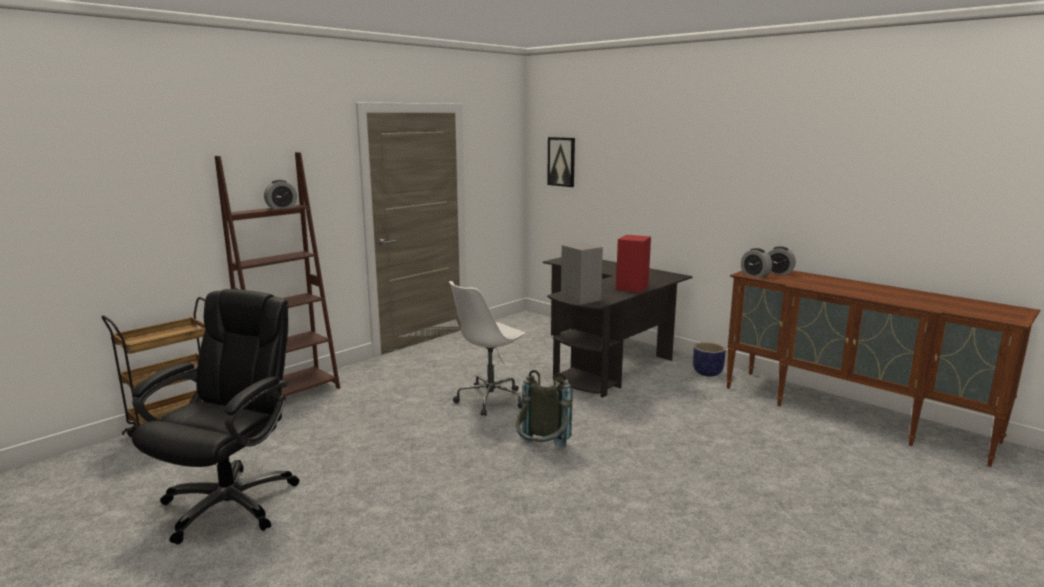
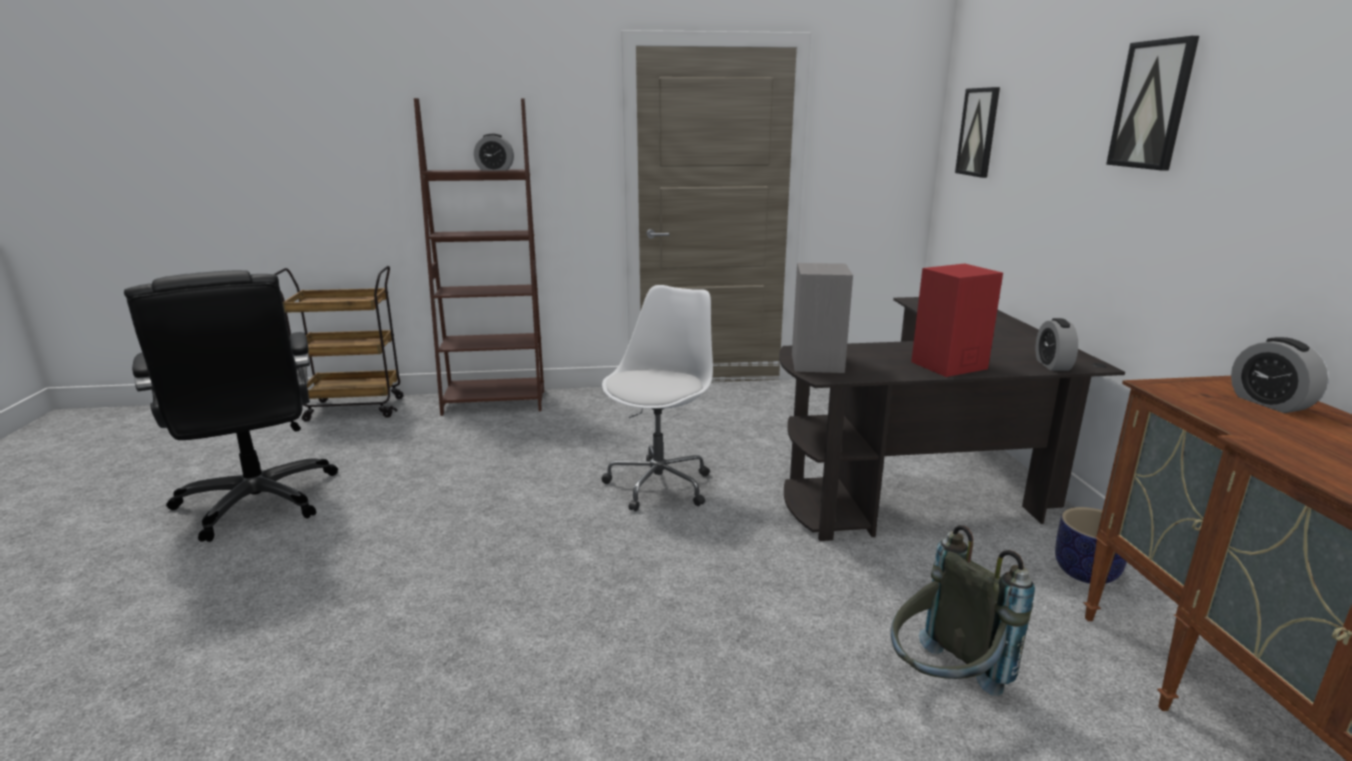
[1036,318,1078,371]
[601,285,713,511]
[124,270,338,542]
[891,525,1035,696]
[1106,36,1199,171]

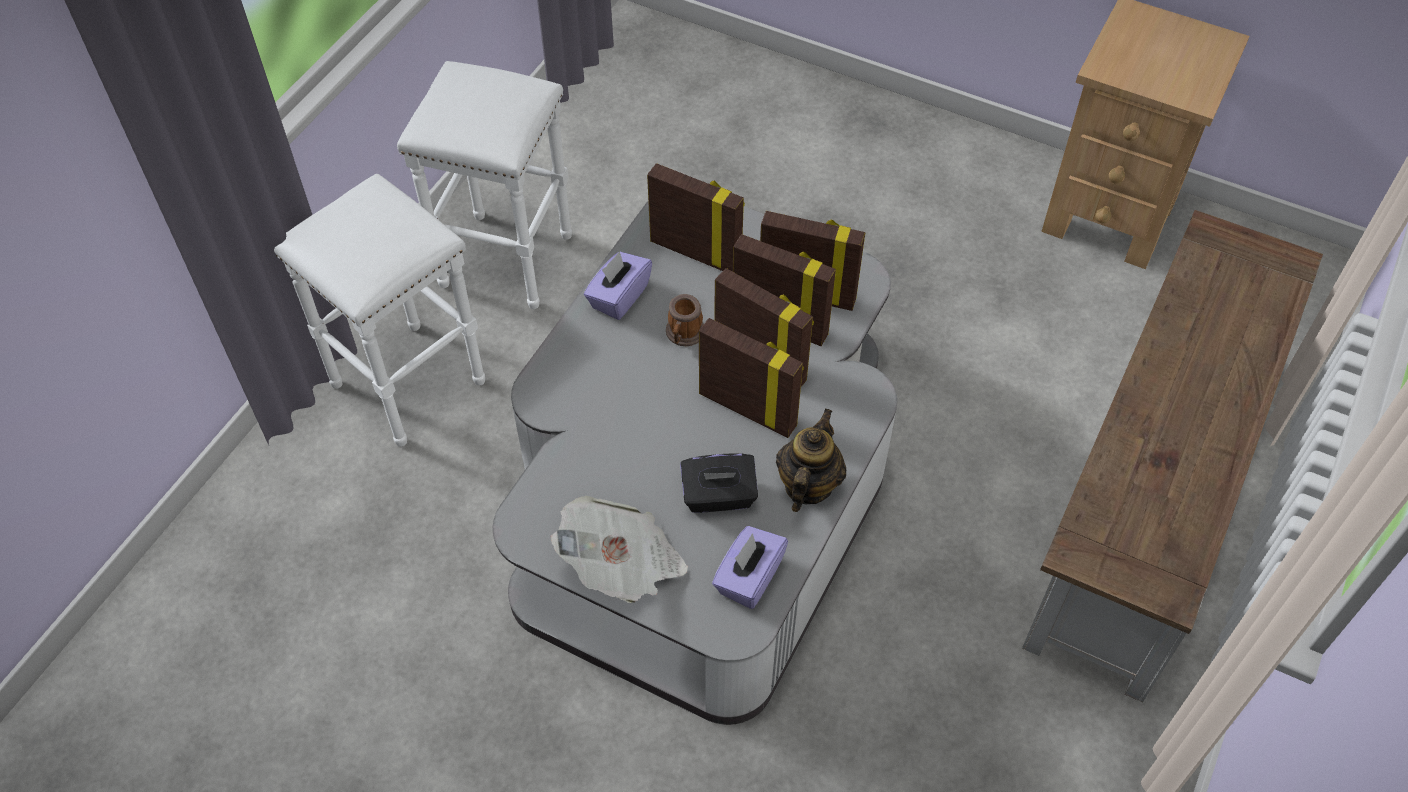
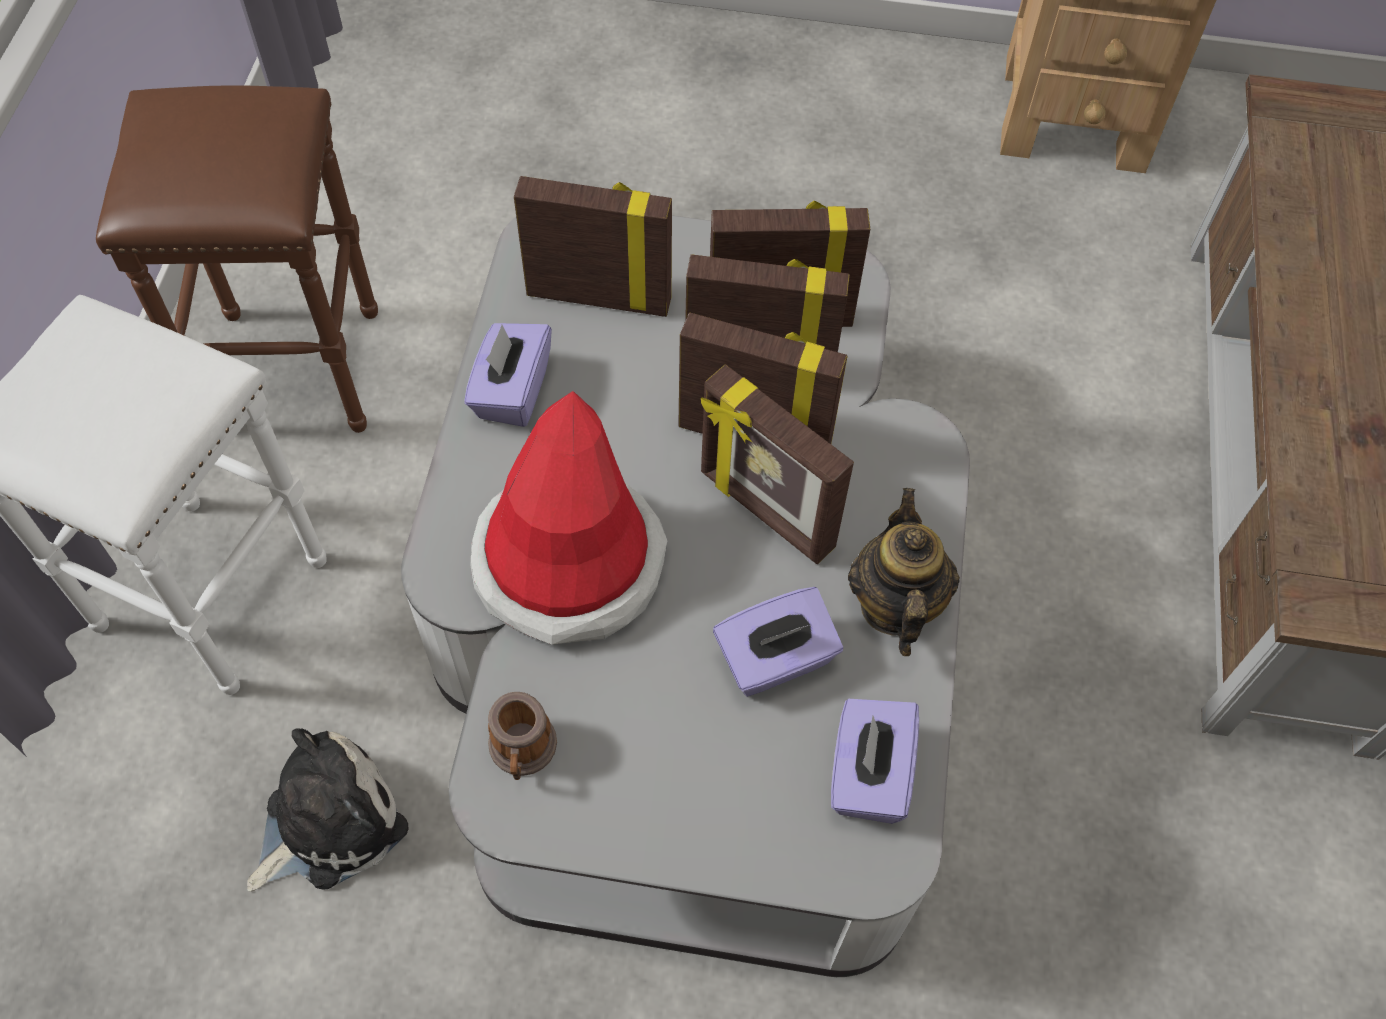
[96,85,378,433]
[488,692,557,780]
[701,364,854,564]
[713,587,843,697]
[550,496,688,603] (first image)
[471,391,667,645]
[247,728,409,892]

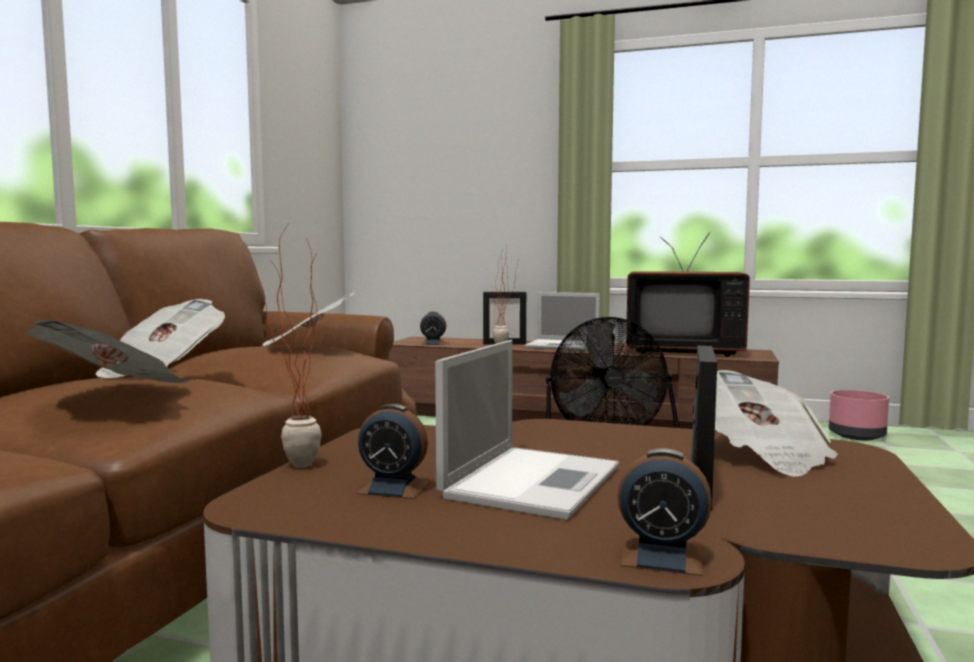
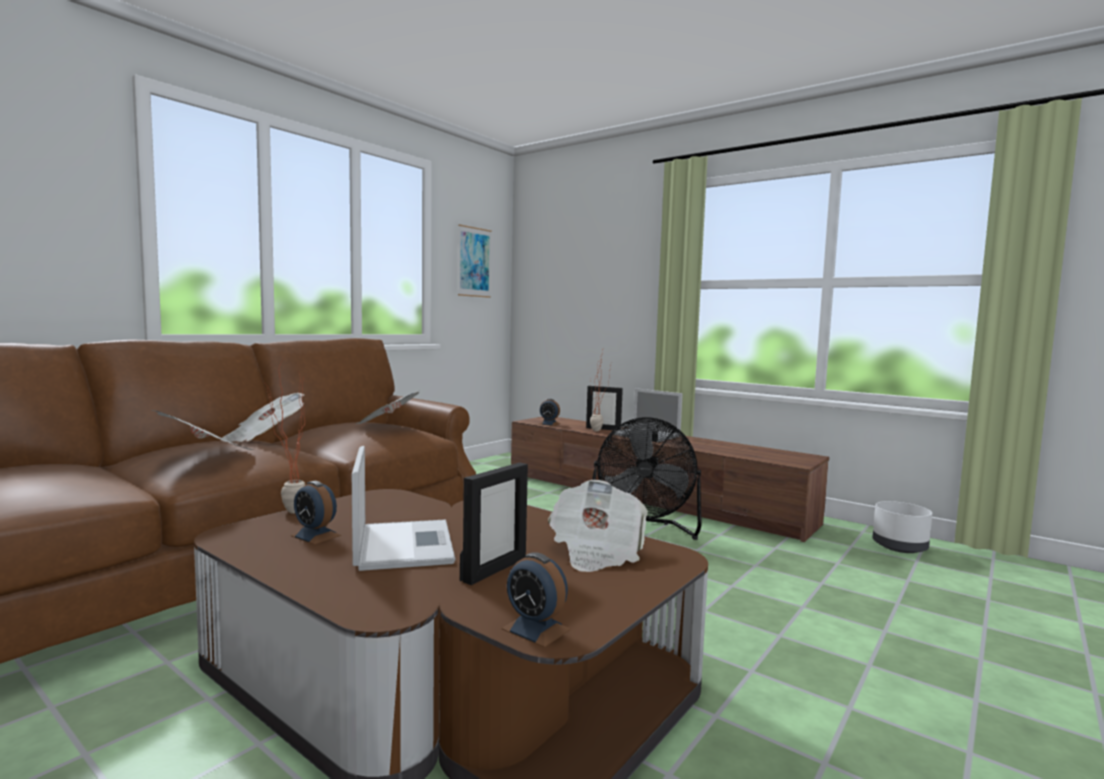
[626,232,750,357] (first image)
[352,446,455,571]
[873,501,932,553]
[501,552,571,648]
[458,224,492,298]

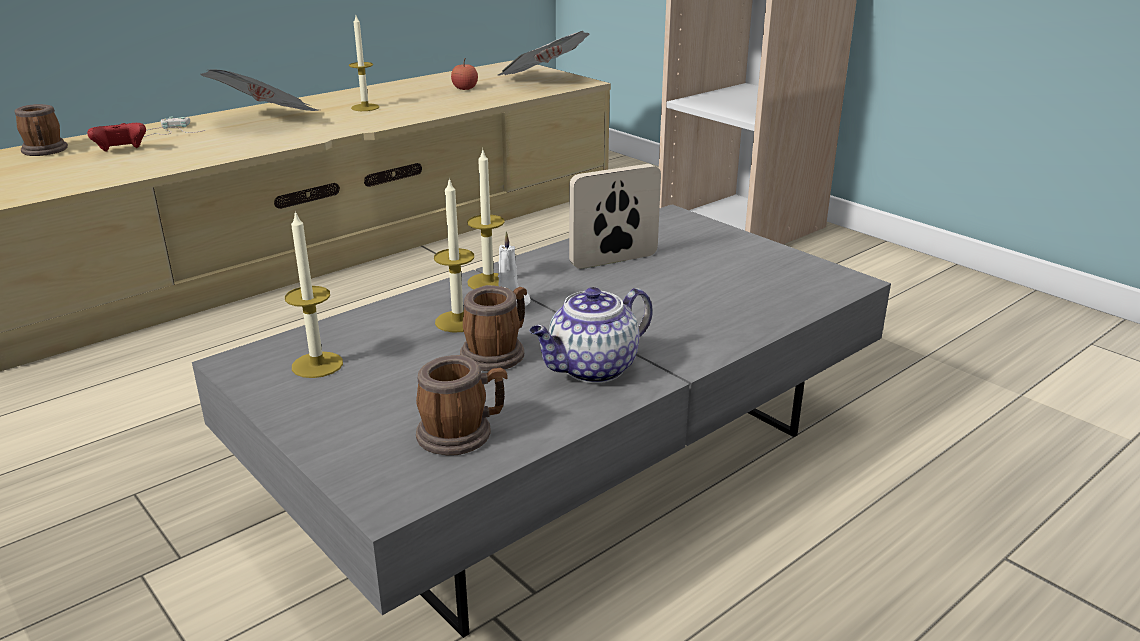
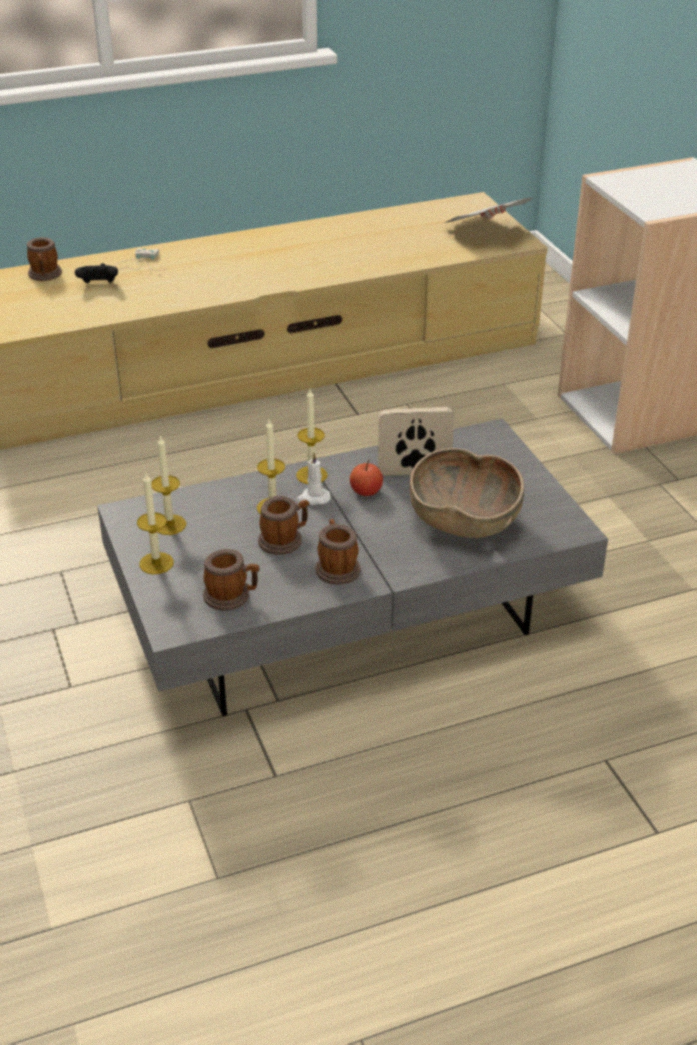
[137,473,174,574]
[350,460,383,496]
[200,70,318,111] (first image)
[75,263,118,283]
[316,519,361,585]
[410,448,524,538]

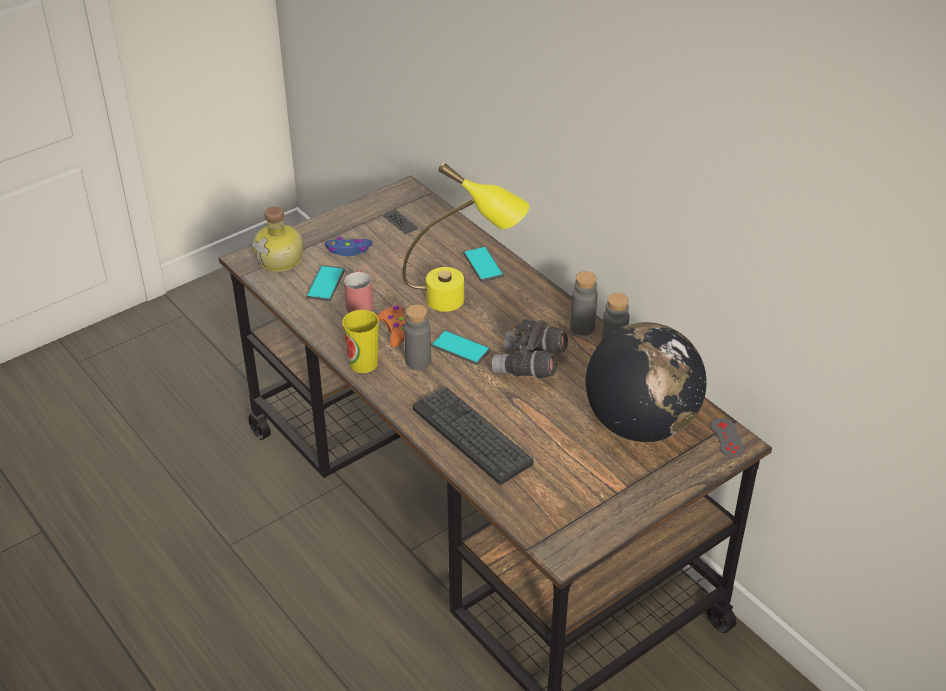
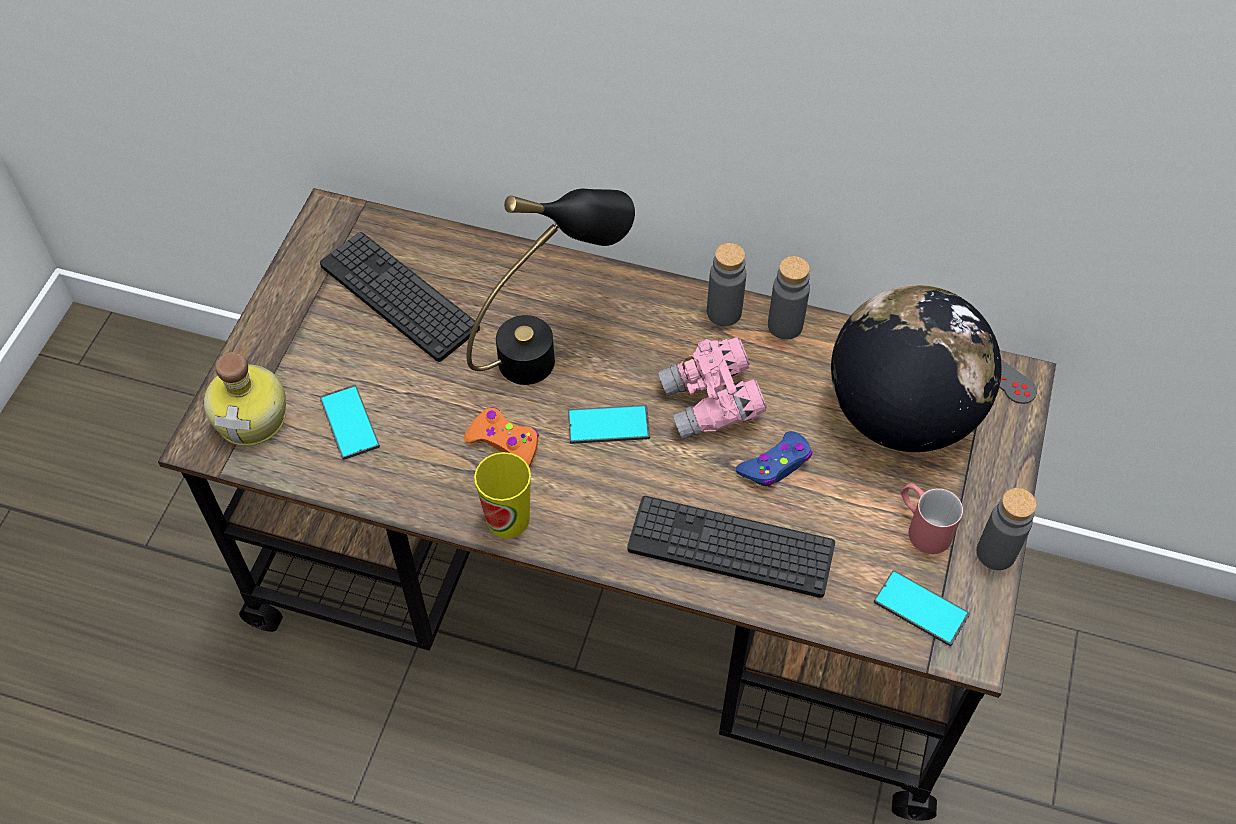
[467,189,635,385]
[736,431,812,487]
[874,570,970,646]
[900,483,963,554]
[977,488,1037,570]
[658,337,767,440]
[320,232,480,362]

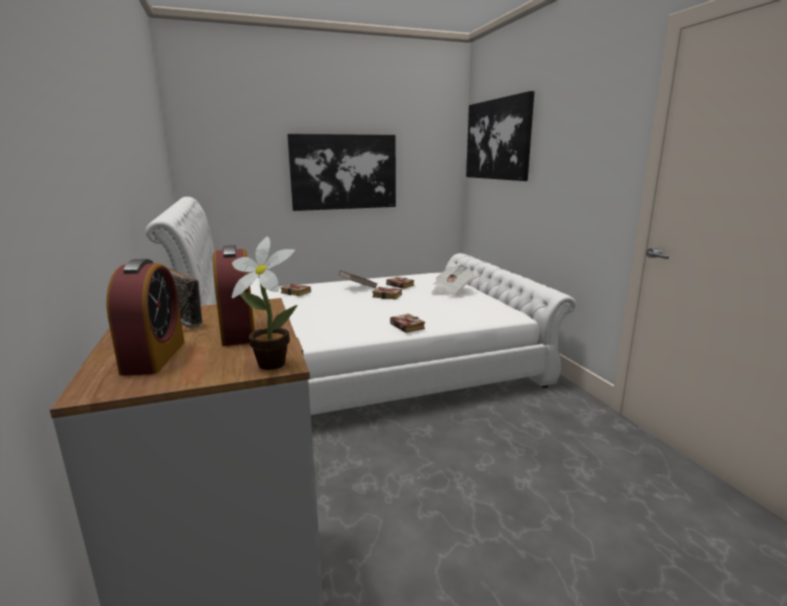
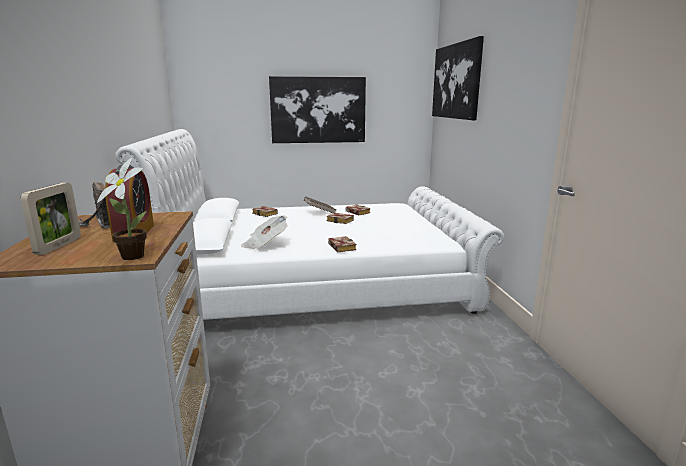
[21,183,81,255]
[241,215,288,249]

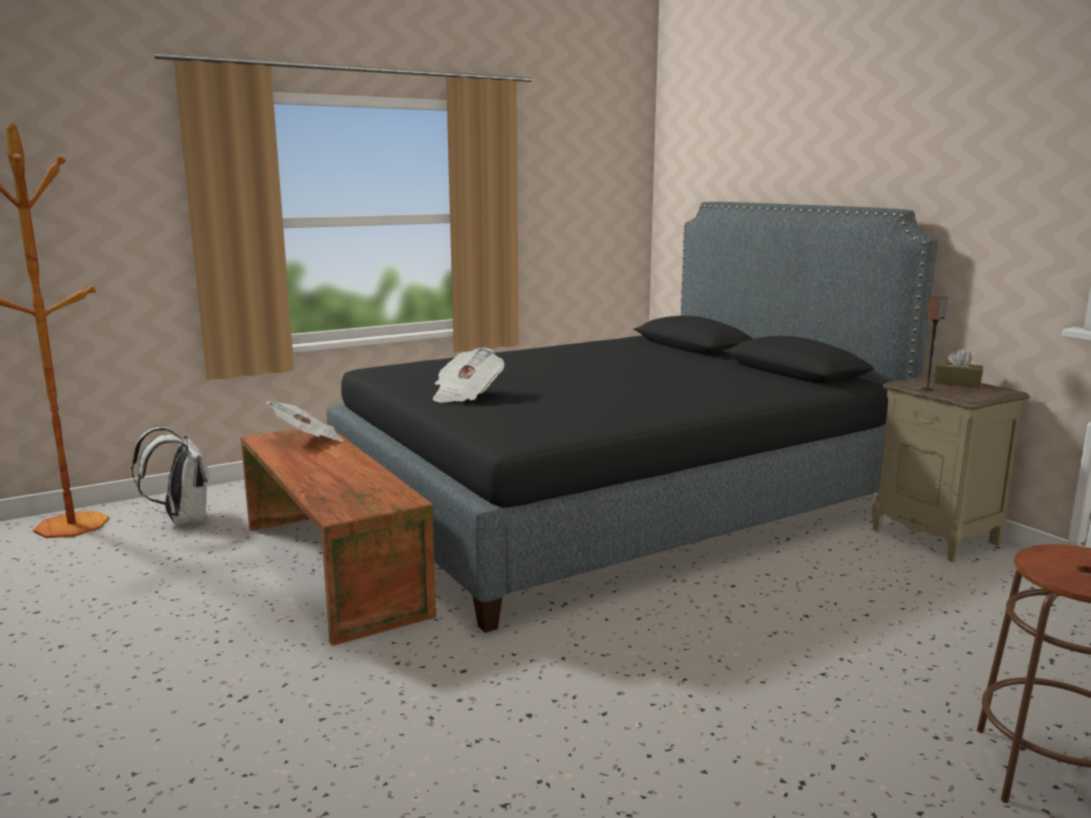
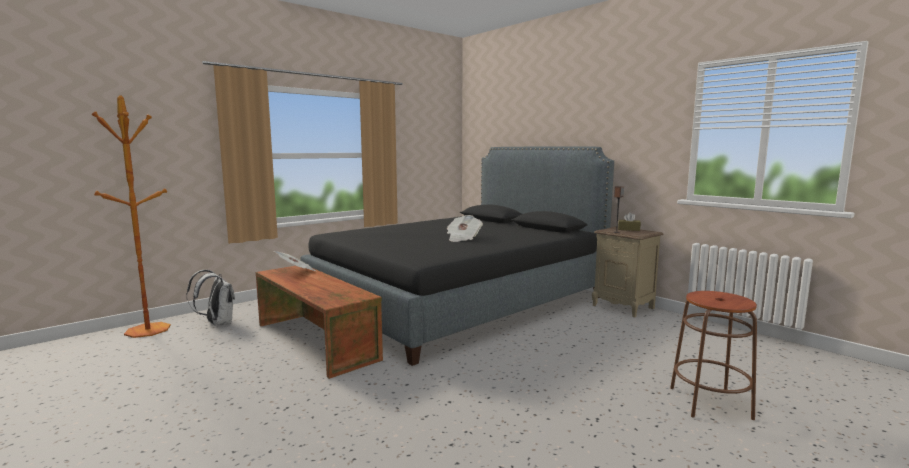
[447,215,483,242]

